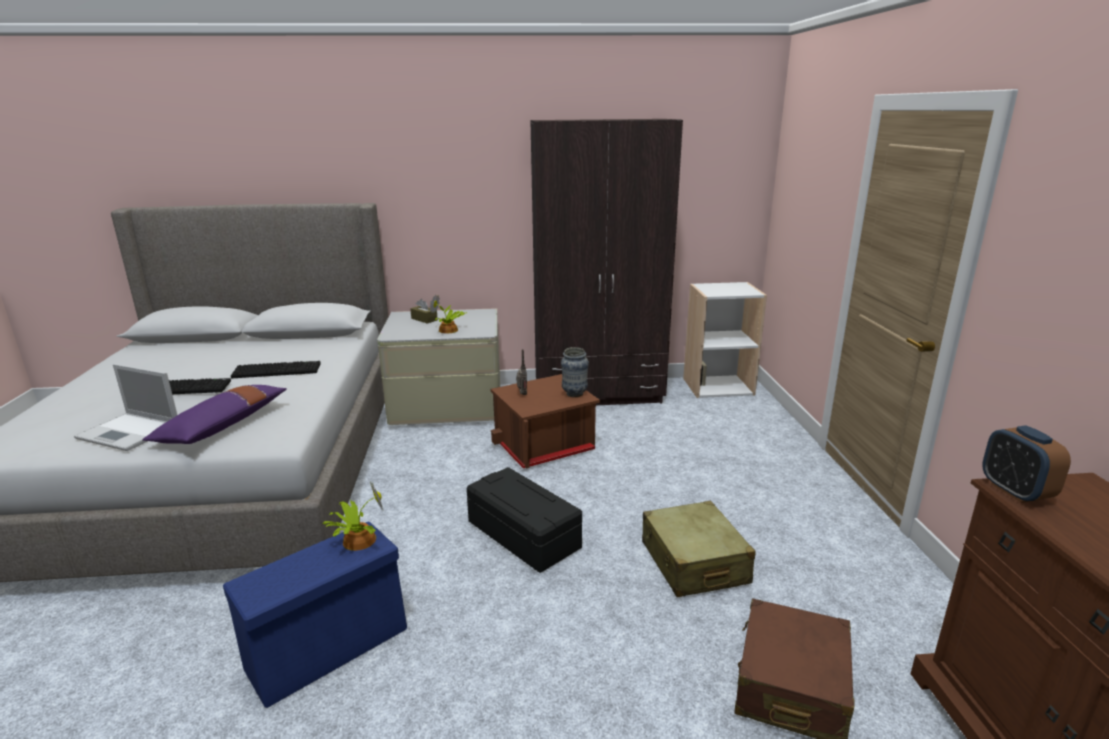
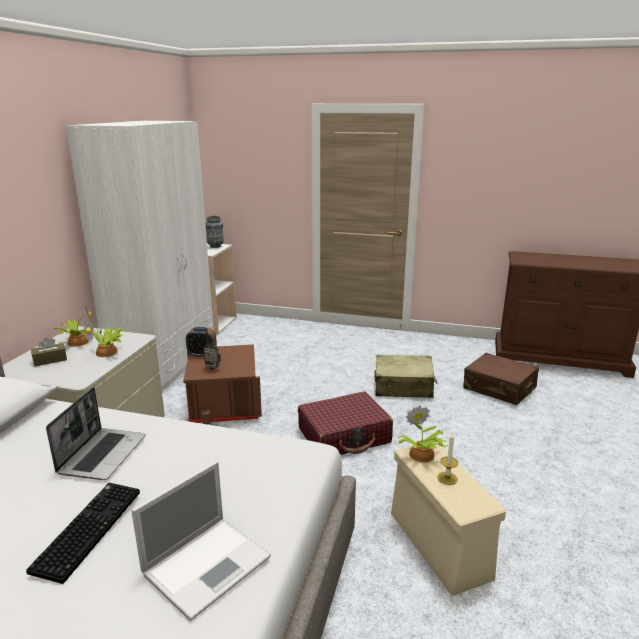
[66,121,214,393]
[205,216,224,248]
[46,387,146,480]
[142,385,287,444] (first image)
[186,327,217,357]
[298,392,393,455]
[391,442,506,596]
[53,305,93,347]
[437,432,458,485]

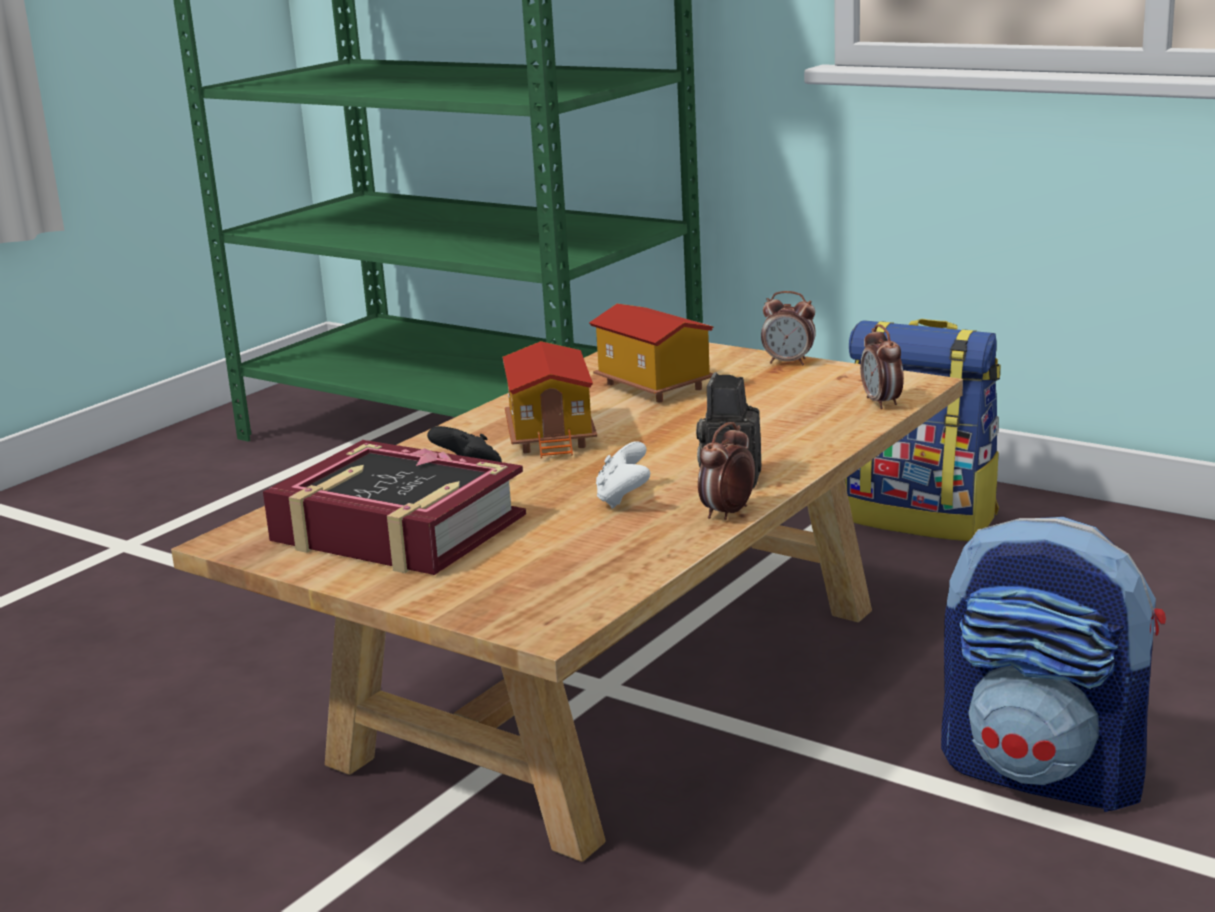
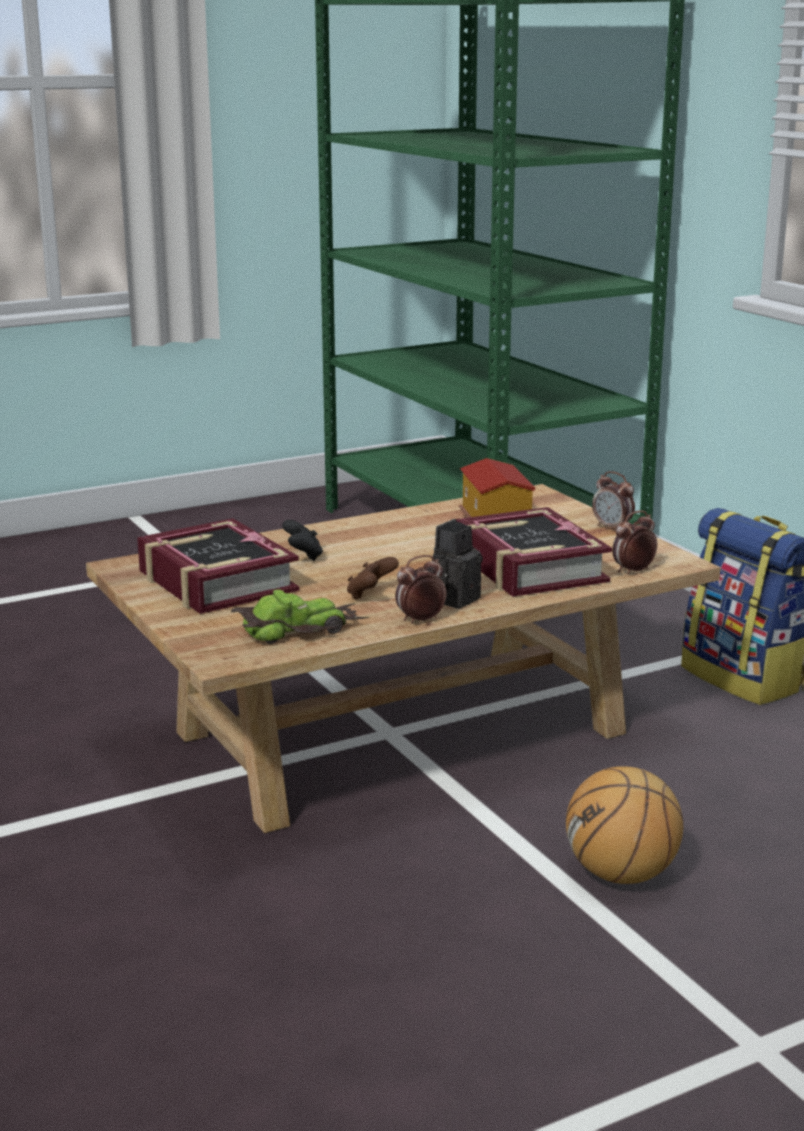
[612,511,657,574]
[502,341,597,458] (first image)
[347,557,399,600]
[566,766,683,884]
[456,507,612,597]
[231,590,369,644]

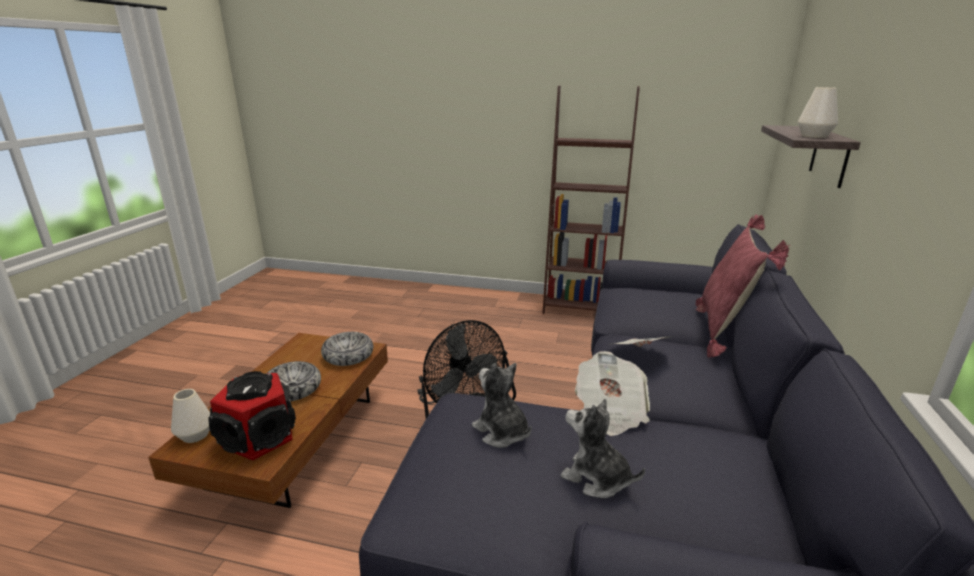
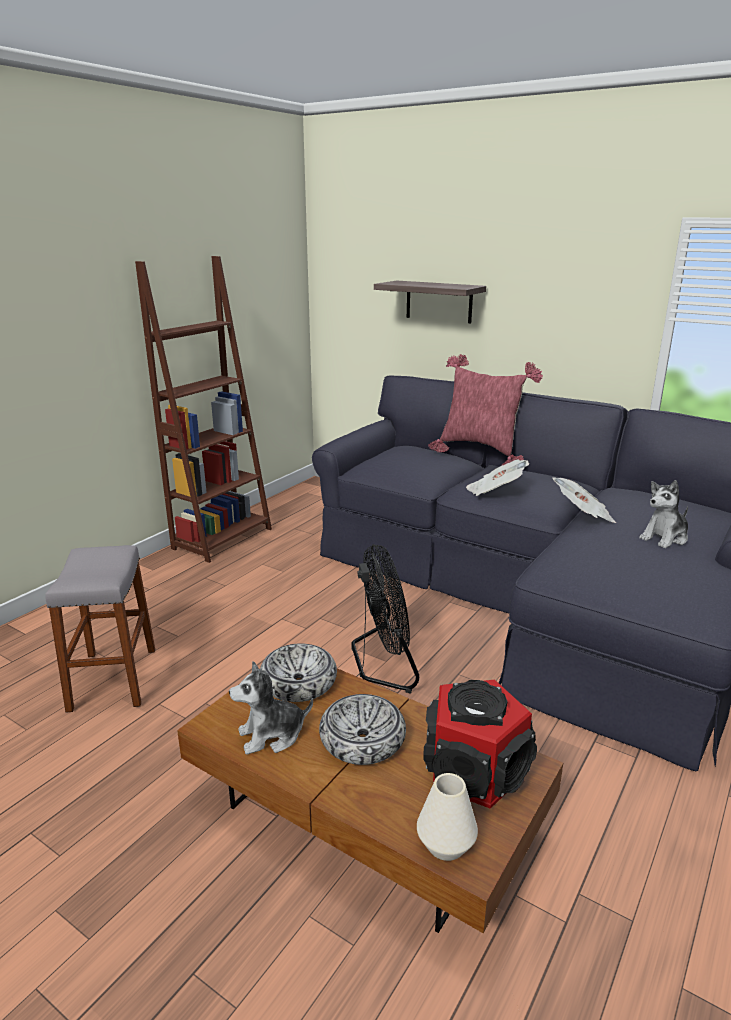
[798,87,838,138] (first image)
[229,661,313,755]
[45,545,155,713]

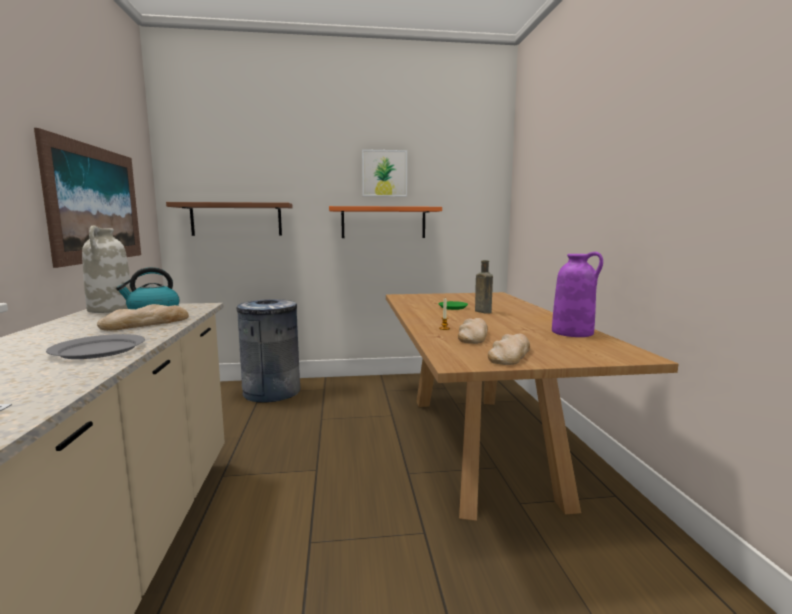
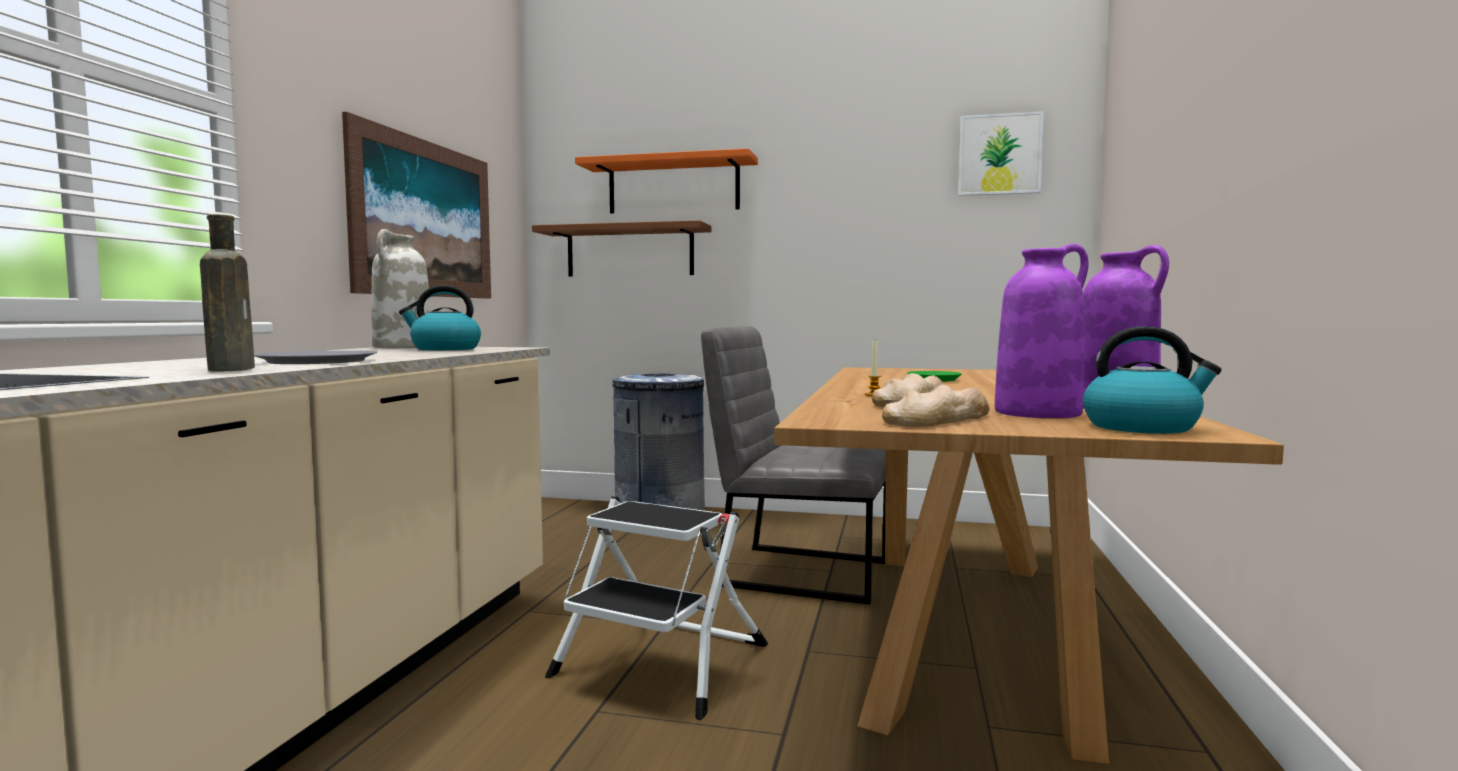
[958,111,1044,196]
[575,148,758,213]
[200,214,255,371]
[97,304,189,331] (first image)
[995,244,1089,418]
[701,326,886,605]
[1083,326,1221,434]
[545,496,768,720]

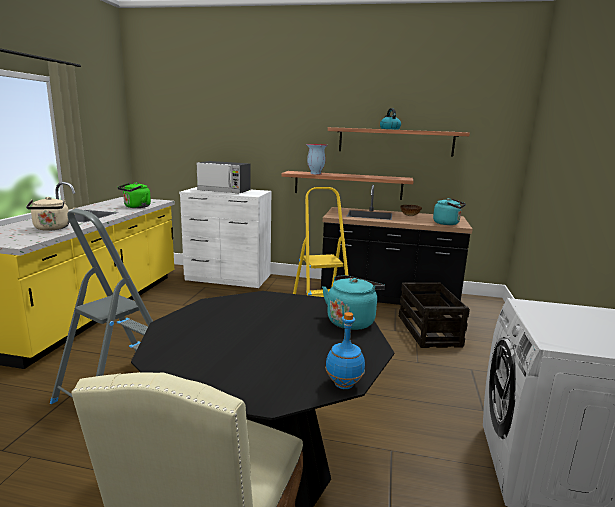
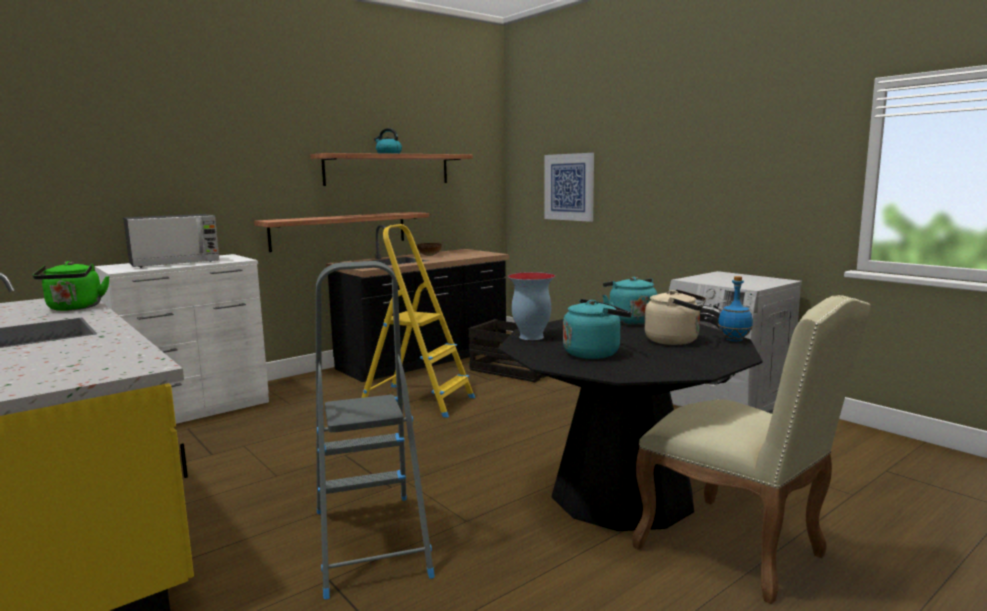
[507,272,555,340]
[645,289,706,345]
[563,299,632,359]
[544,153,594,222]

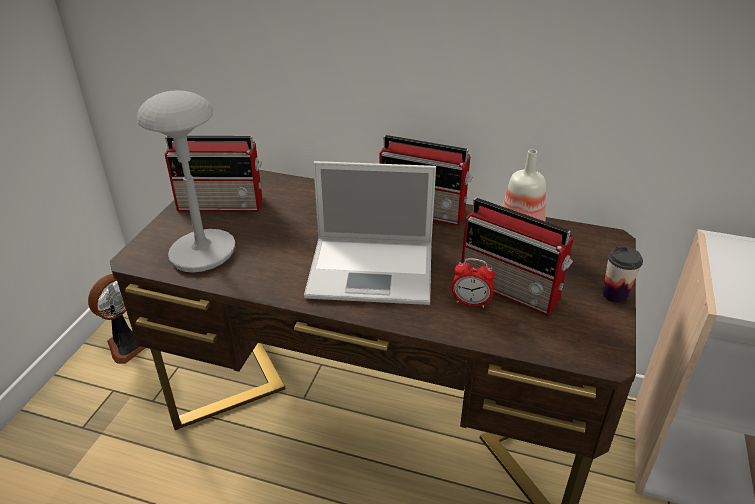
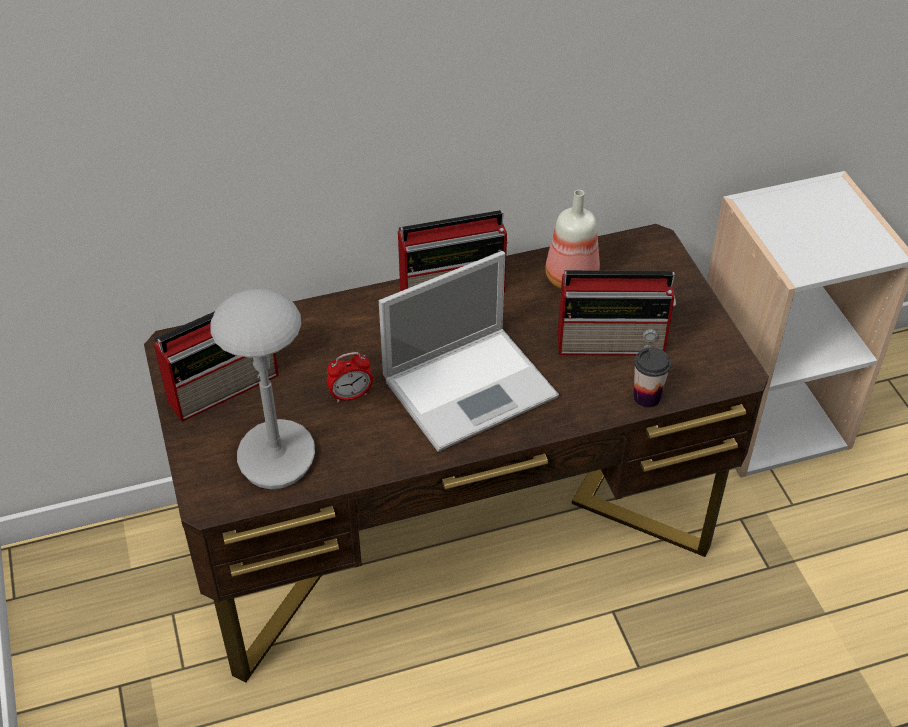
[634,347,671,407]
[327,352,373,403]
[88,274,145,364] (first image)

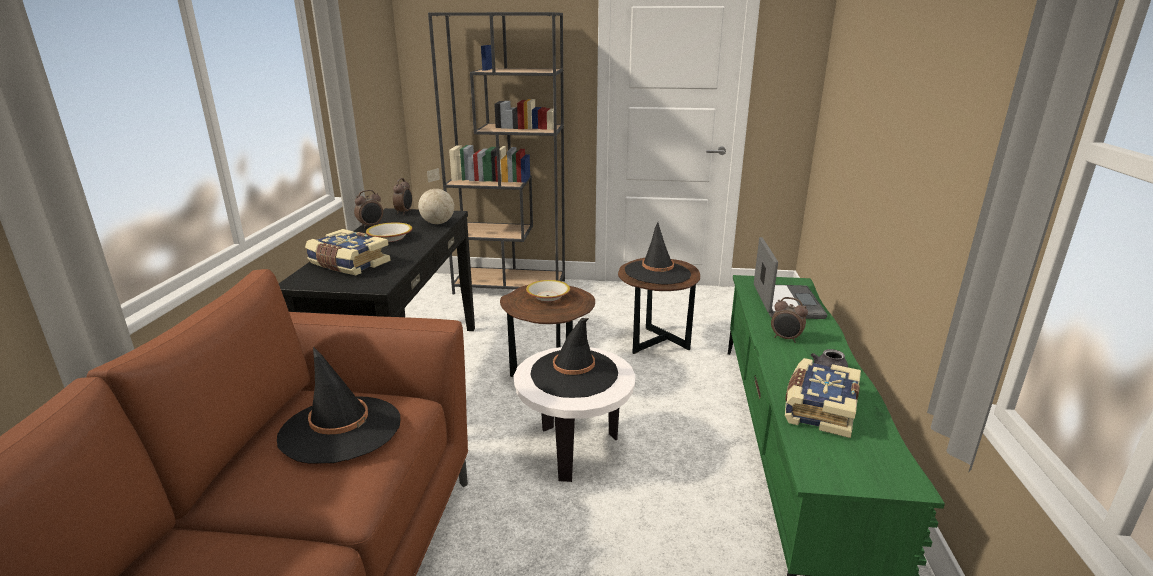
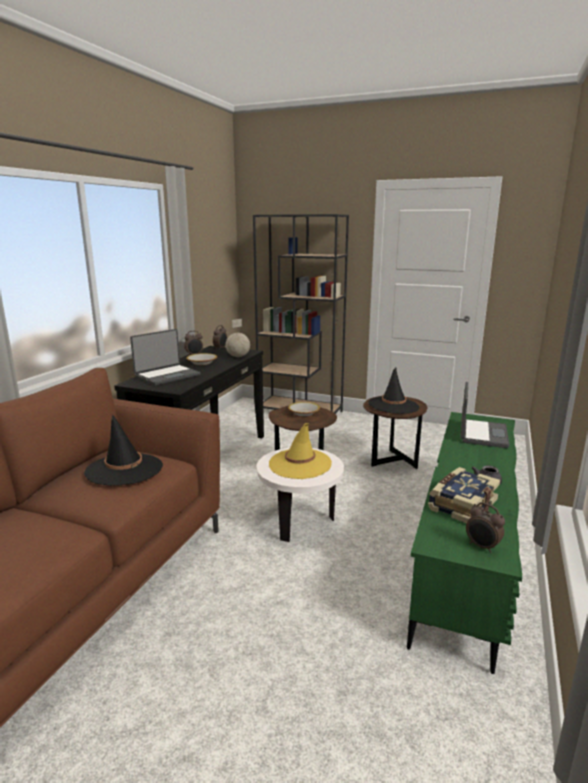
[130,329,200,386]
[466,502,505,553]
[269,423,332,479]

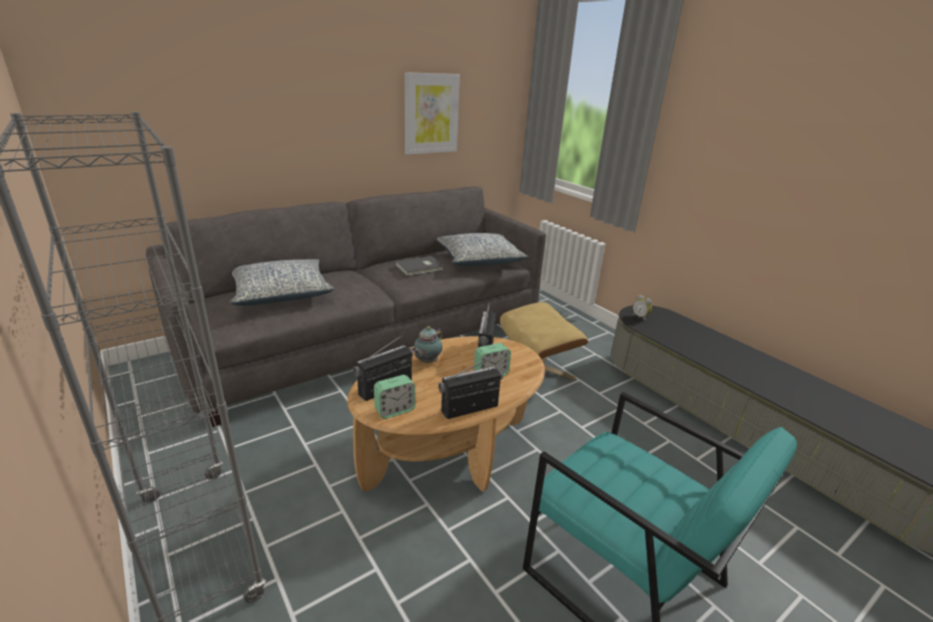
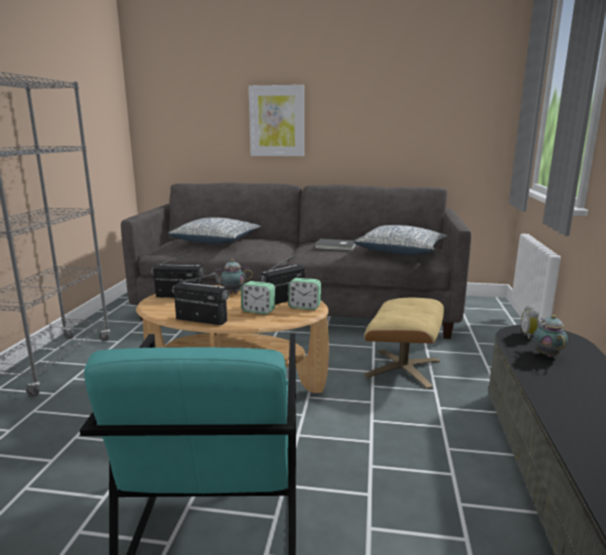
[249,85,304,156]
[288,278,321,310]
[533,315,568,357]

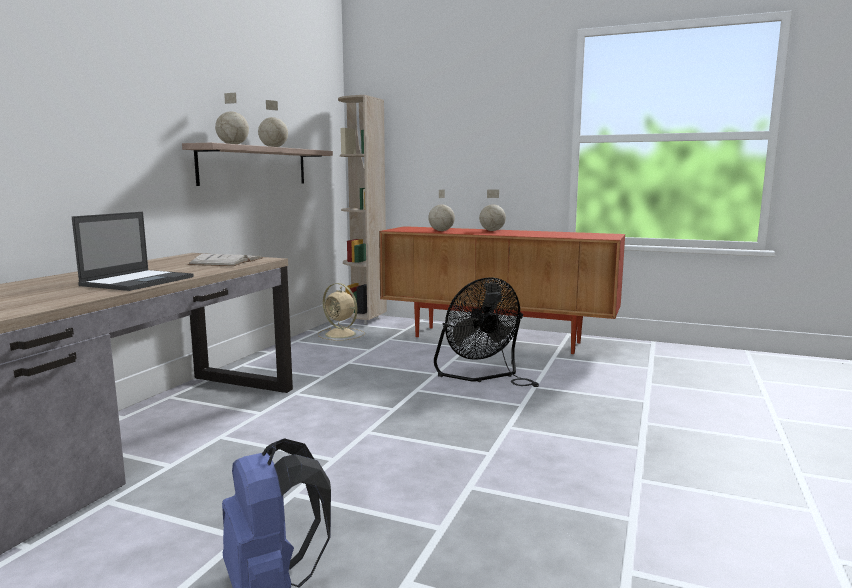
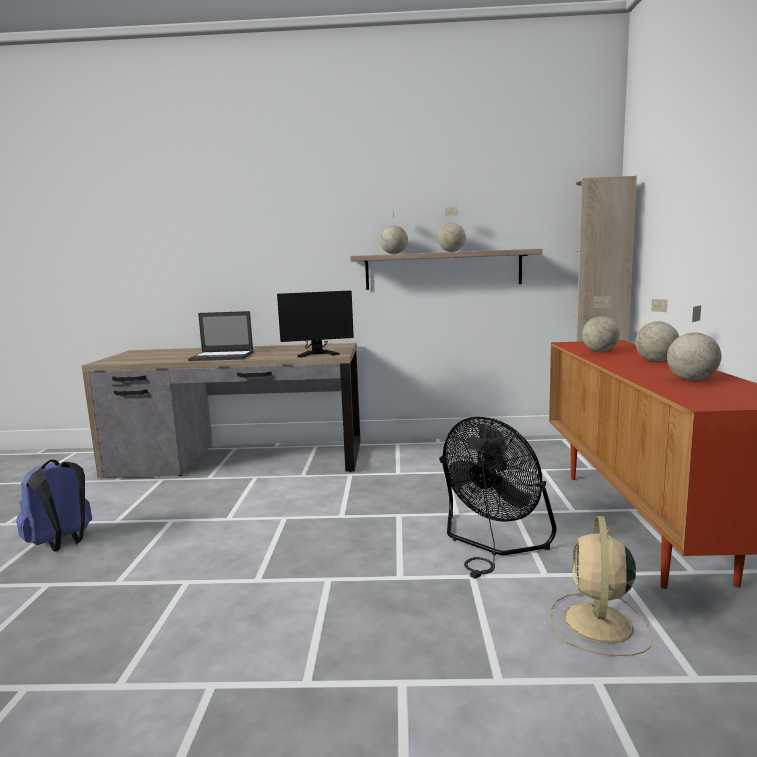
[277,291,354,357]
[550,516,653,656]
[667,305,721,380]

